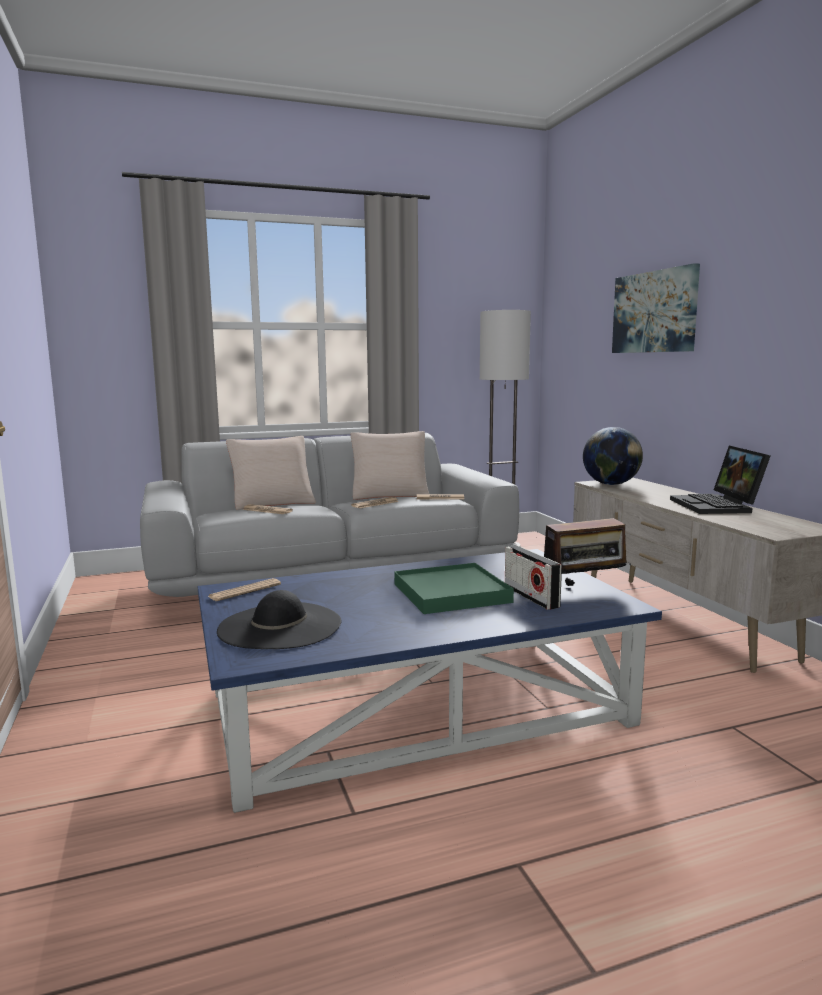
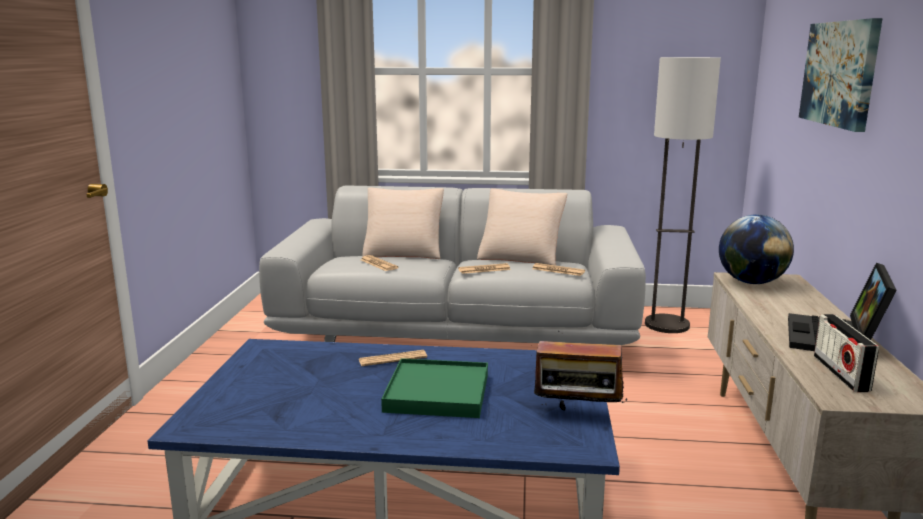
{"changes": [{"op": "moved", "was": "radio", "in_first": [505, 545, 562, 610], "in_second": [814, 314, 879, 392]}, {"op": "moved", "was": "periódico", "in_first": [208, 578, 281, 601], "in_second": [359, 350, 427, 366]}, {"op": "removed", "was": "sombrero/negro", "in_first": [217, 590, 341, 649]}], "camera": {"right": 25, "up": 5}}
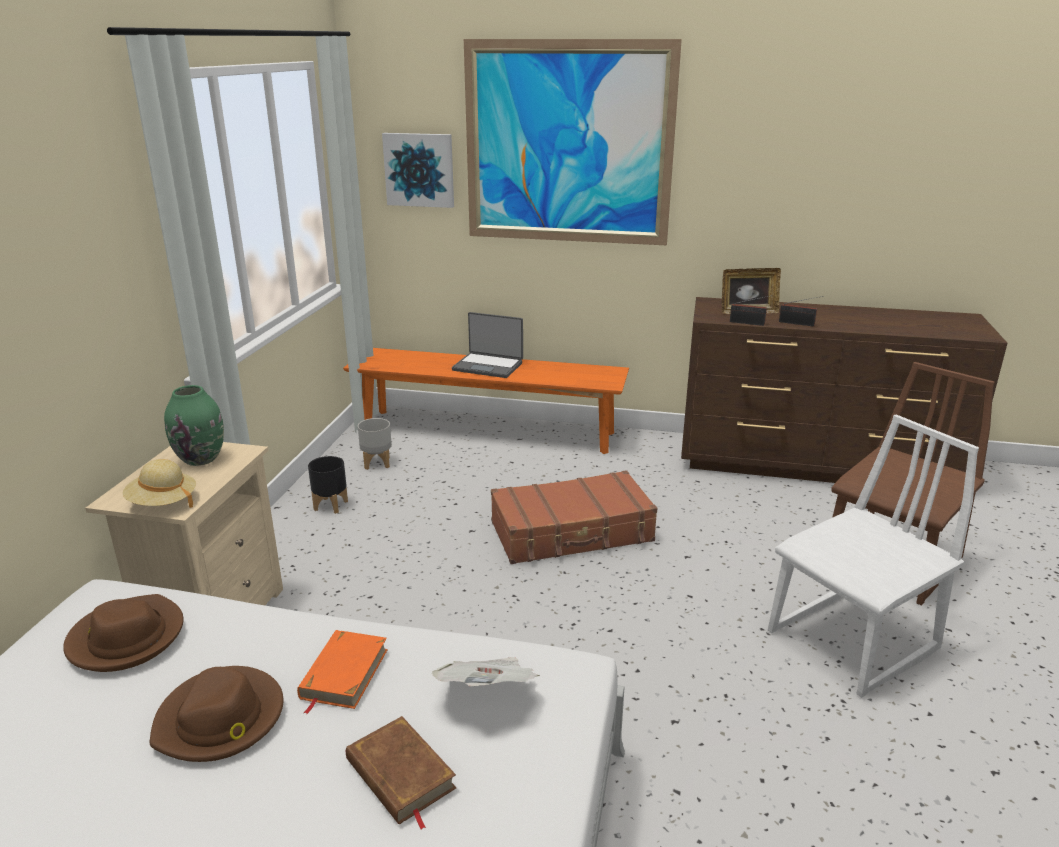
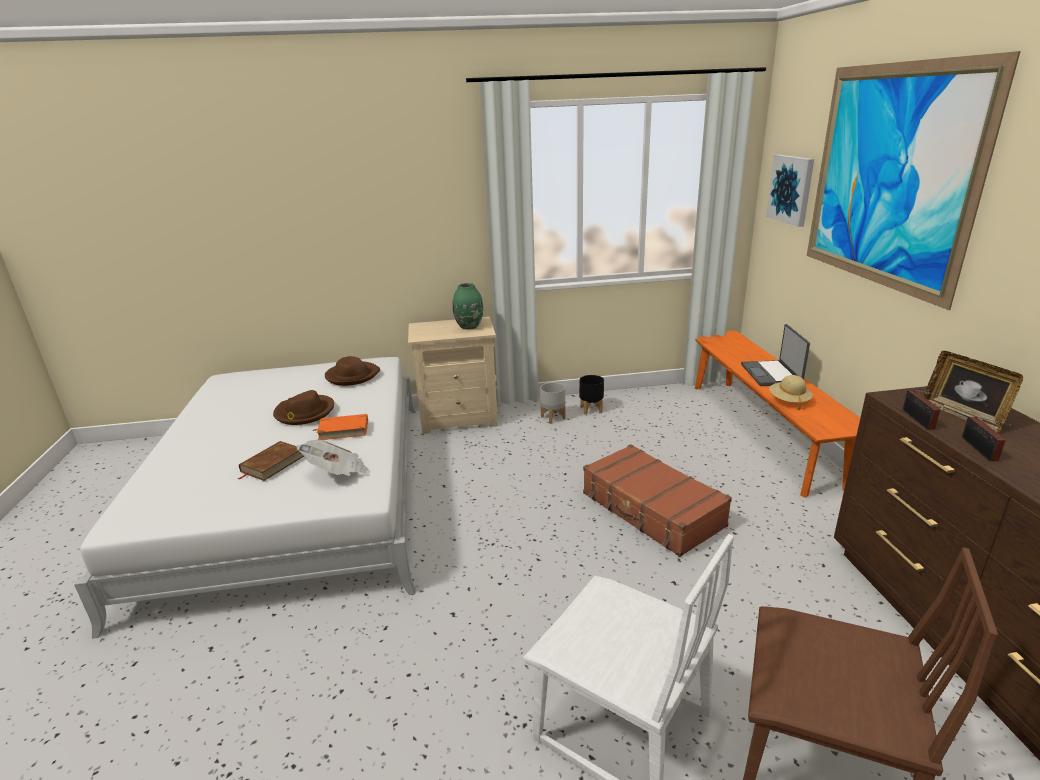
{"changes": [{"op": "moved", "was": "maceta/gris", "in_first": [358, 418, 392, 470], "in_second": [540, 382, 565, 424]}, {"op": "moved", "was": "sombrero/beis", "in_first": [123, 459, 196, 508], "in_second": [769, 375, 813, 410]}], "camera": {"right": 70, "up": 0}}
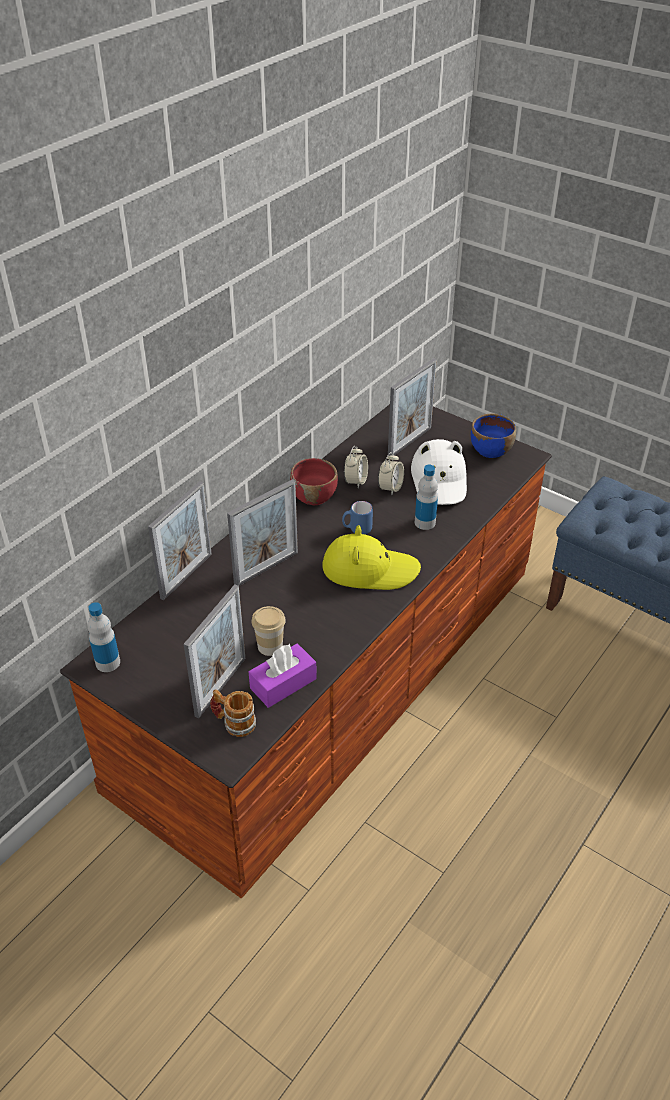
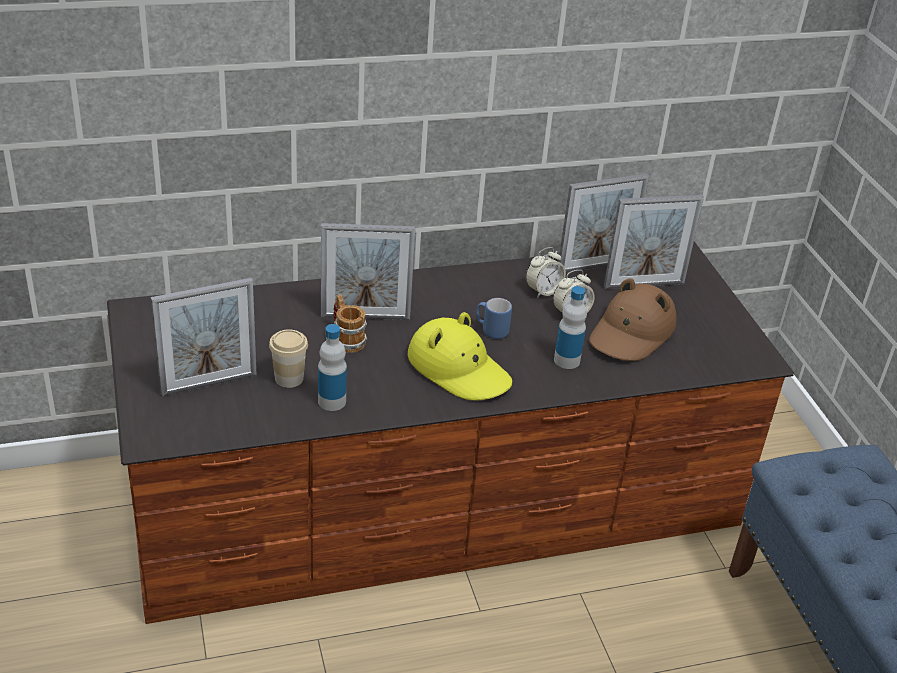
{"changes": [{"op": "removed", "was": "cuenco/azul", "in_first": [471, 413, 516, 458]}, {"op": "recoloured", "was": "sombrero/blanco", "now": "sombrero/marrón", "in_first": [411, 439, 467, 505], "in_second": [589, 278, 676, 361]}, {"op": "removed", "was": "cuenco/rojo", "in_first": [290, 458, 338, 505]}, {"op": "moved", "was": "portarretratos", "in_first": [148, 481, 212, 600], "in_second": [558, 174, 649, 273]}, {"op": "moved", "was": "botella", "in_first": [88, 602, 120, 672], "in_second": [318, 324, 347, 411]}, {"op": "removed", "was": "caja de pañuelos/morado", "in_first": [249, 644, 317, 708]}, {"op": "moved", "was": "taza grande", "in_first": [210, 689, 256, 737], "in_second": [333, 294, 367, 353]}], "camera": {"right": 35, "up": -5}}
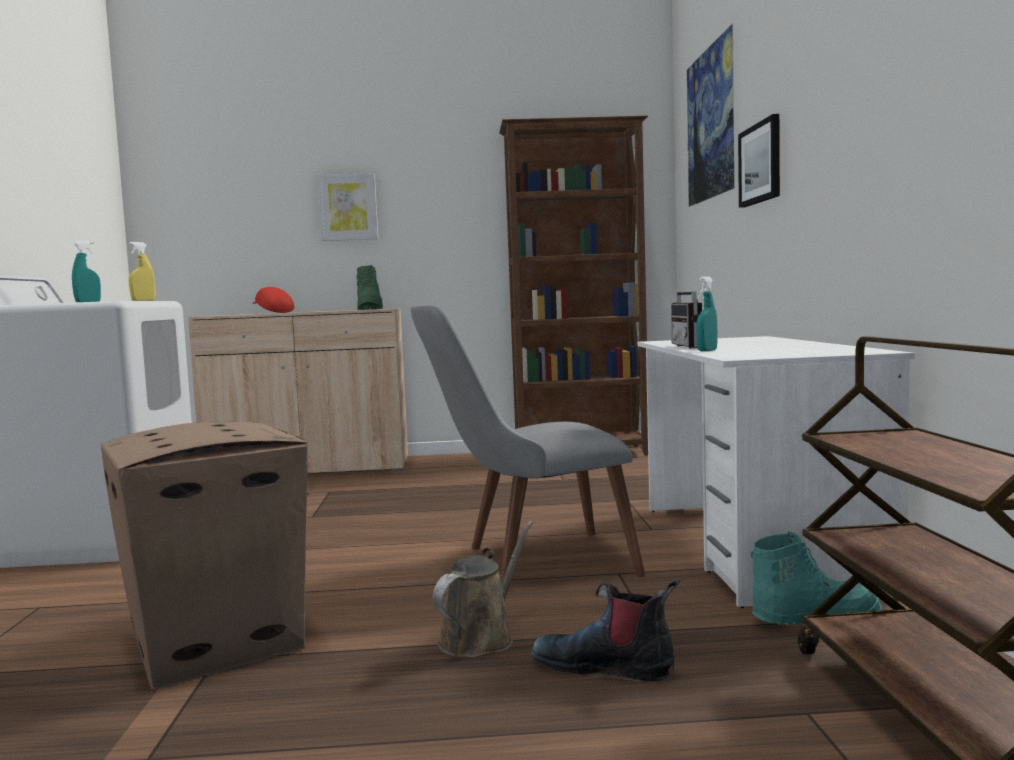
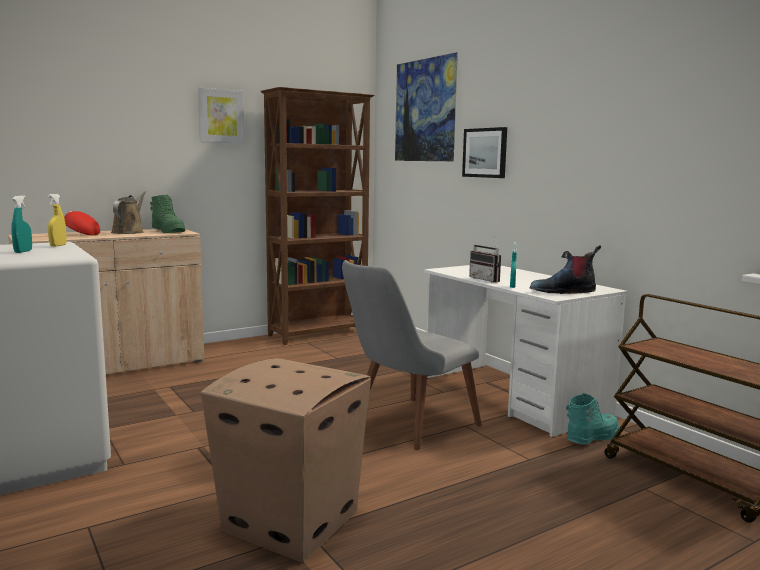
{"changes": [{"op": "moved", "was": "cuadro", "in_first": [317, 173, 378, 241], "in_second": [198, 88, 244, 144]}, {"op": "moved", "was": "regadera/marrón", "in_first": [433, 521, 533, 658], "in_second": [111, 191, 146, 234]}, {"op": "moved", "was": "bota", "in_first": [531, 578, 680, 682], "in_second": [530, 245, 601, 294]}], "camera": {"right": -30, "up": 5}}
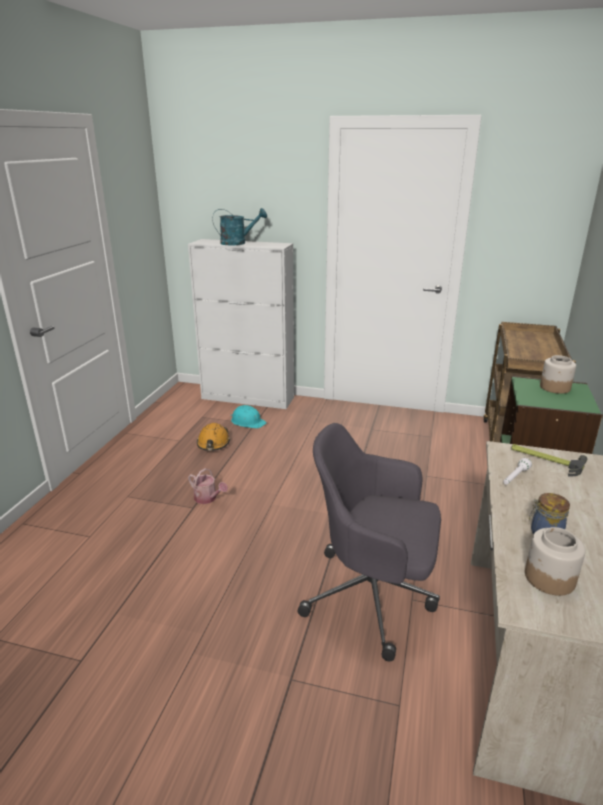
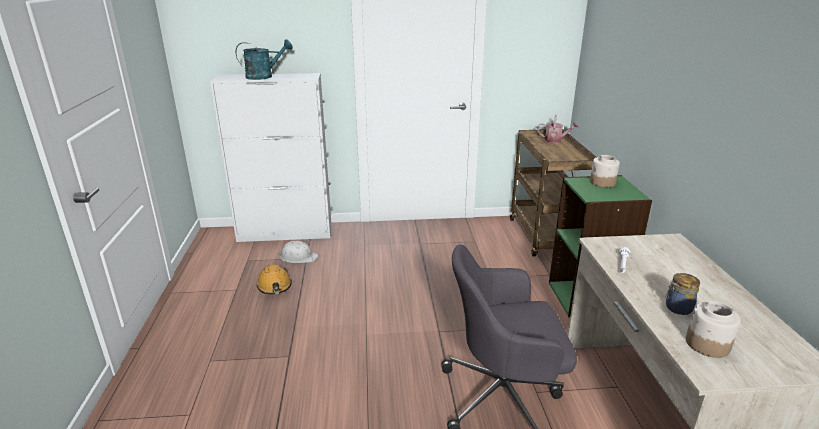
{"changes": [{"op": "recoloured", "was": "casco/turquesa", "now": "casco/blanco", "in_first": [231, 405, 267, 429], "in_second": [278, 241, 318, 263]}, {"op": "removed", "was": "martillo", "in_first": [511, 444, 588, 476]}, {"op": "moved", "was": "regadera", "in_first": [188, 468, 228, 504], "in_second": [537, 115, 579, 143]}], "camera": {"right": -20, "up": 0}}
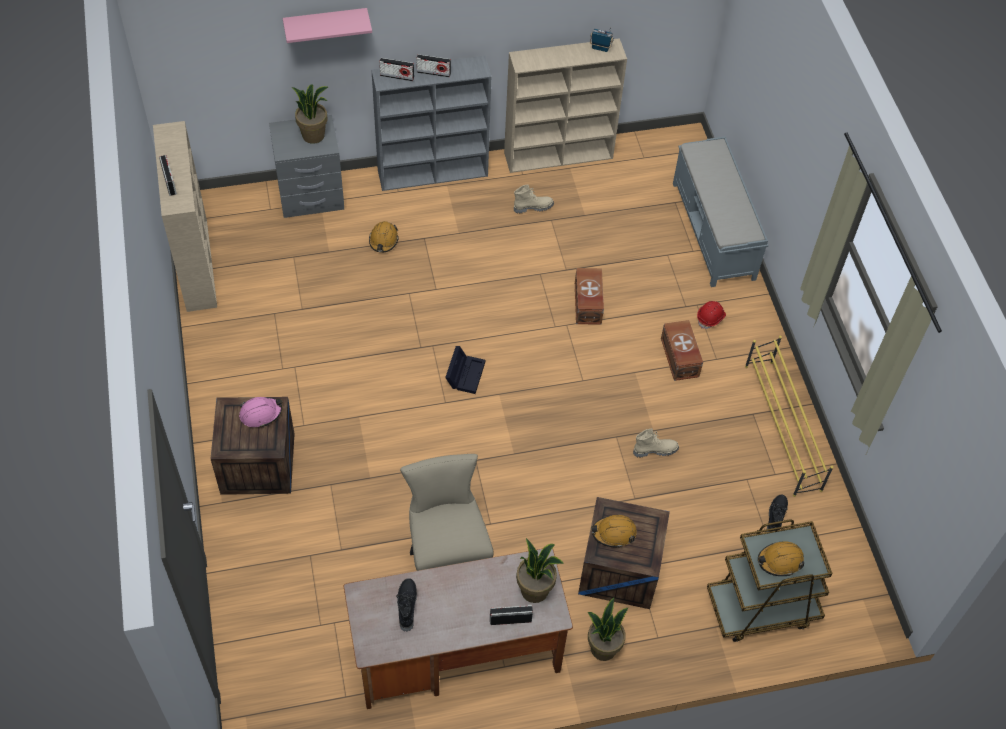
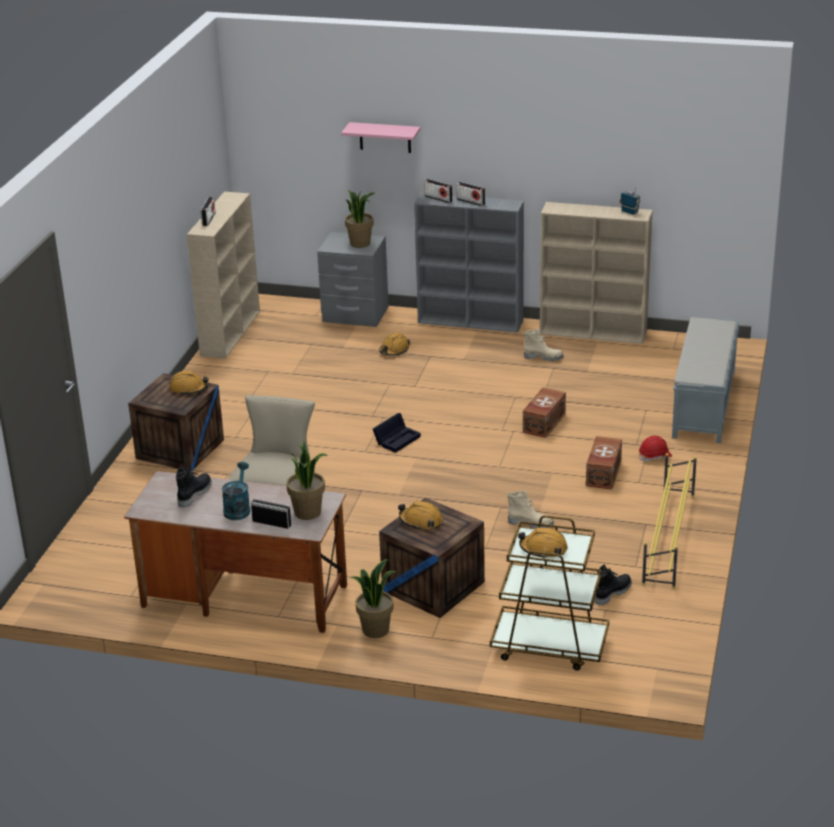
{"changes": [{"op": "recoloured", "was": "casco/rosa", "now": "casco/naranja", "in_first": [239, 397, 282, 427], "in_second": [169, 371, 209, 395]}, {"op": "added", "now": "regadera/turquesa", "in_second": [222, 462, 250, 520]}], "camera": {"right": 30, "up": -25}}
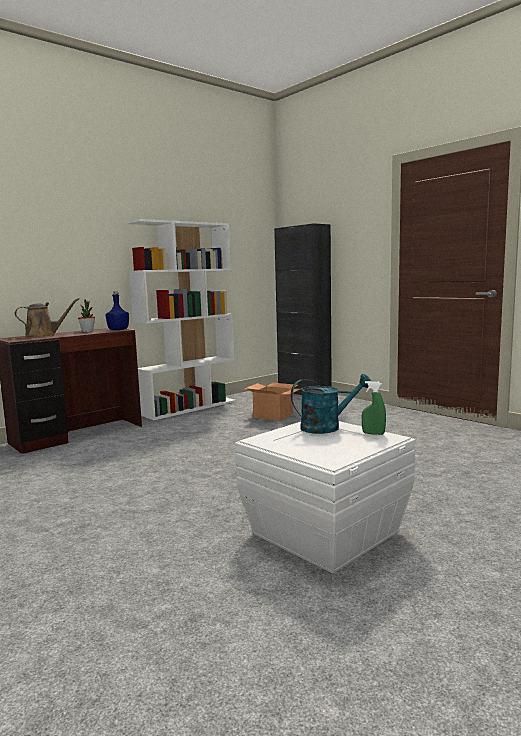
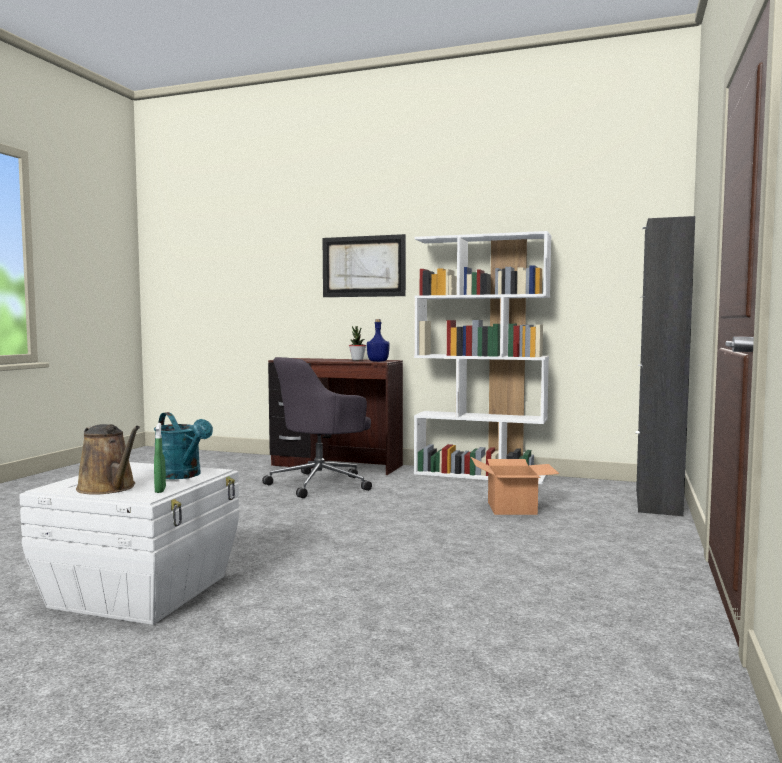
{"changes": [{"op": "moved", "was": "regadera/marrón", "in_first": [15, 298, 79, 337], "in_second": [76, 424, 140, 494]}, {"op": "added", "now": "cuadro", "in_second": [323, 234, 406, 297]}, {"op": "added", "now": "silla de oficina/gris", "in_second": [262, 357, 372, 498]}], "camera": {"right": 60, "up": -5}}
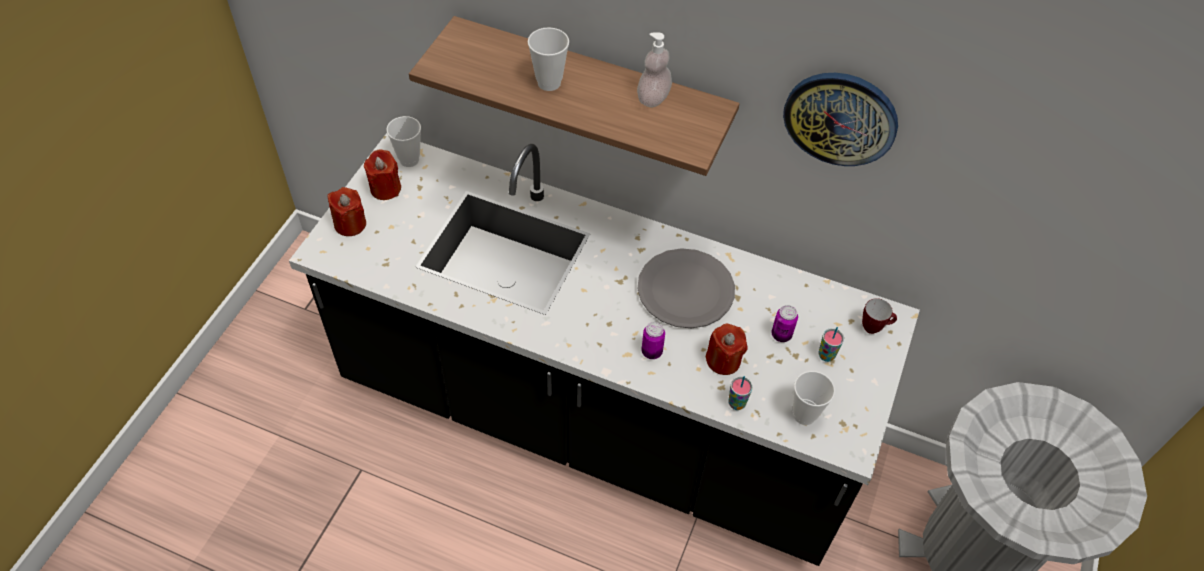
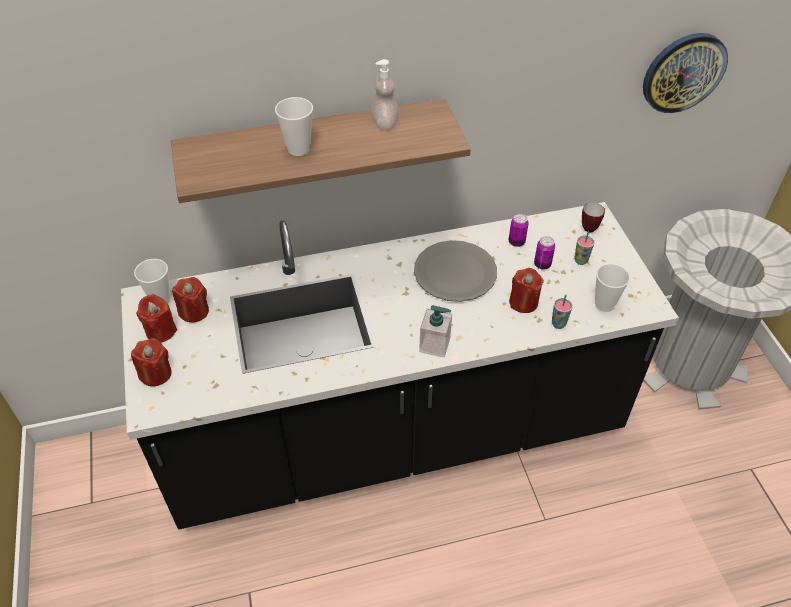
{"changes": [{"op": "moved", "was": "reloj de pared", "in_first": [783, 73, 898, 166], "in_second": [643, 33, 728, 113]}, {"op": "moved", "was": "lata", "in_first": [641, 322, 665, 359], "in_second": [509, 214, 529, 247]}, {"op": "added", "now": "vela/rojo", "in_second": [172, 277, 209, 322]}, {"op": "added", "now": "dispensador de jabón", "in_second": [419, 305, 452, 358]}], "camera": {"right": -35, "up": -5}}
